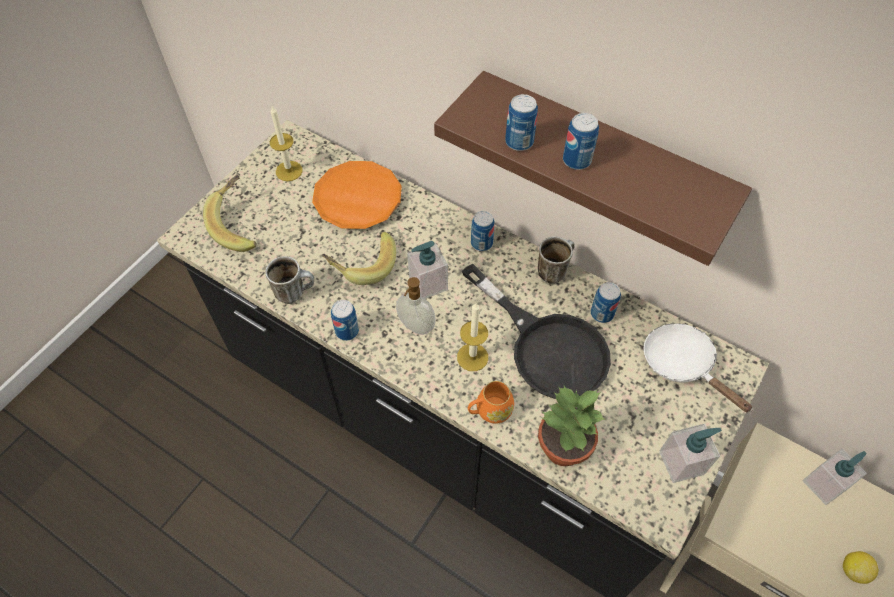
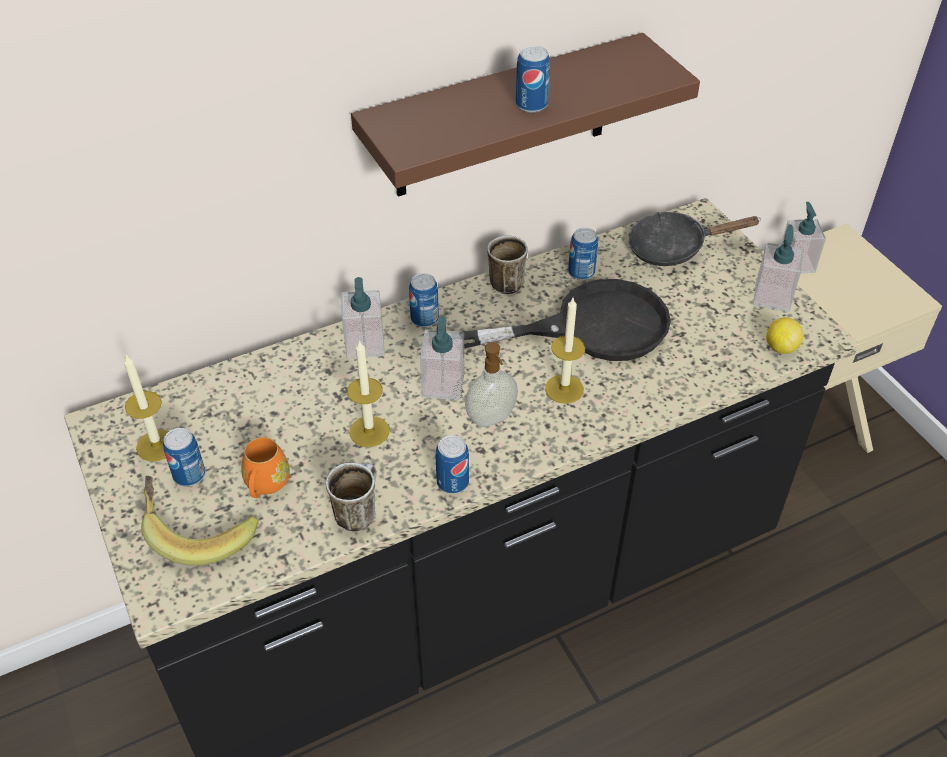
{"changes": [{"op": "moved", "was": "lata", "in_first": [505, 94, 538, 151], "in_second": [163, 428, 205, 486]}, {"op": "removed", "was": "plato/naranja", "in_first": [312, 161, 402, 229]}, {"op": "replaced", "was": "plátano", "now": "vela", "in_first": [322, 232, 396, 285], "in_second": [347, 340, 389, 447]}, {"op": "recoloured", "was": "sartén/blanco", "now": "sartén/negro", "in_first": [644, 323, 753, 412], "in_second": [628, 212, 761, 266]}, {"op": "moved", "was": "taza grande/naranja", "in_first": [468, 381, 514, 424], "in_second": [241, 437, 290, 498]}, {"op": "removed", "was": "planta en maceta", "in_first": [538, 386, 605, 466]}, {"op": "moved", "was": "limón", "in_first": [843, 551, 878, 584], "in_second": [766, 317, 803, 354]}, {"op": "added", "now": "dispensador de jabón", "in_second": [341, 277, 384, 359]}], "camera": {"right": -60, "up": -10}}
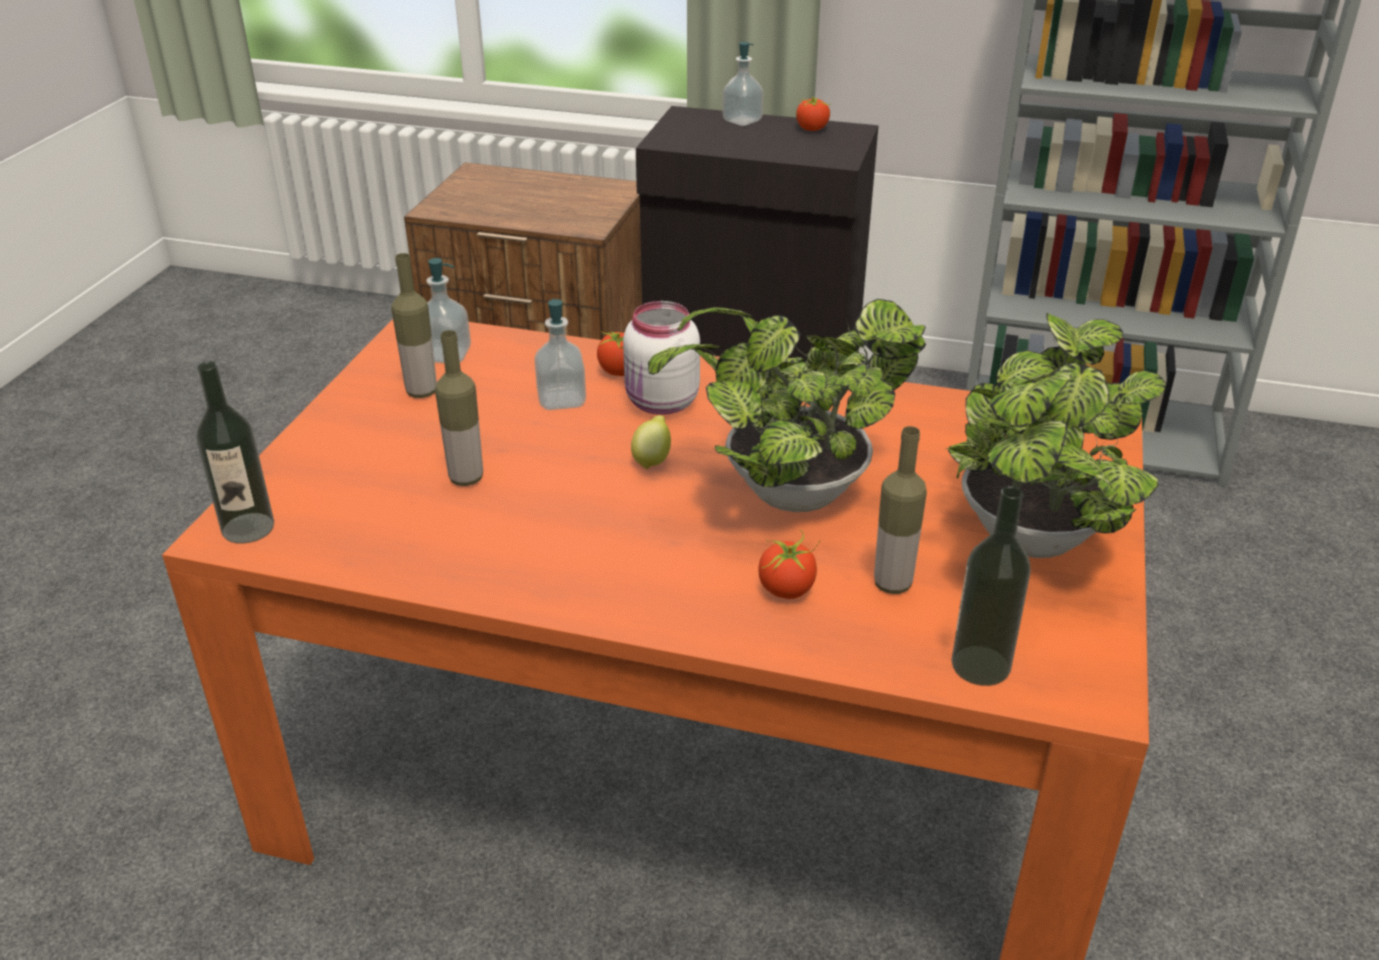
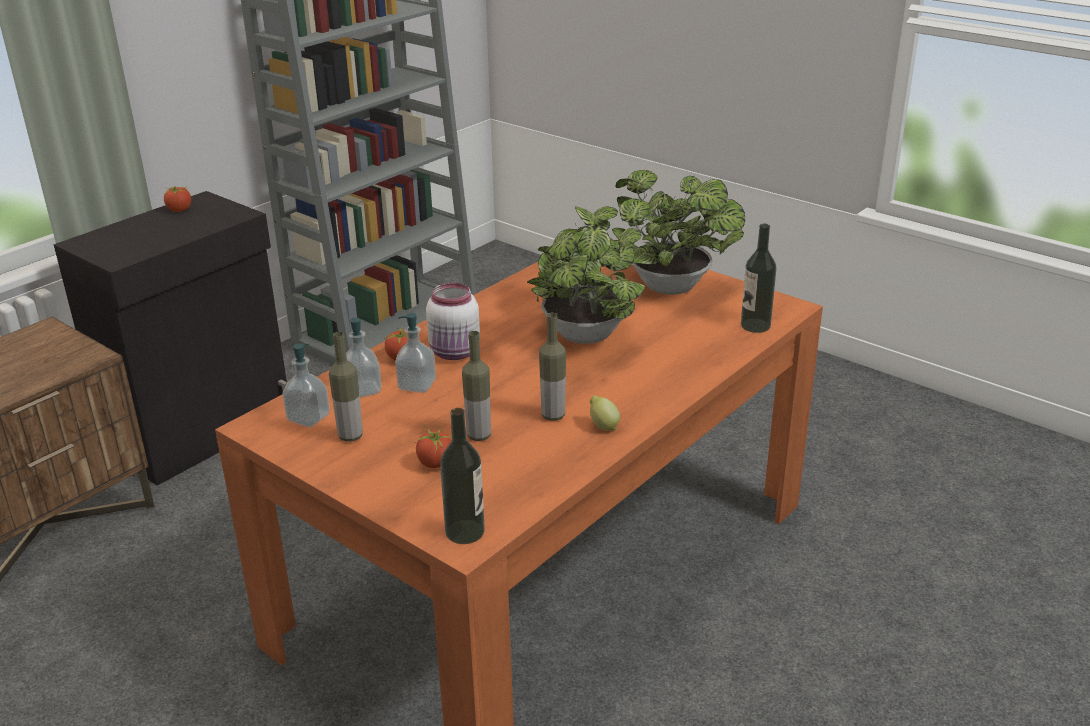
{"changes": [{"op": "moved", "was": "dispensador de jabón", "in_first": [722, 42, 763, 126], "in_second": [346, 318, 382, 398]}, {"op": "moved", "was": "limón", "in_first": [631, 415, 671, 469], "in_second": [590, 395, 620, 431]}, {"op": "moved", "was": "botella", "in_first": [874, 426, 927, 594], "in_second": [539, 313, 566, 421]}, {"op": "moved", "was": "tomate", "in_first": [758, 530, 820, 599], "in_second": [416, 423, 452, 468]}], "camera": {"right": -65, "up": -5}}
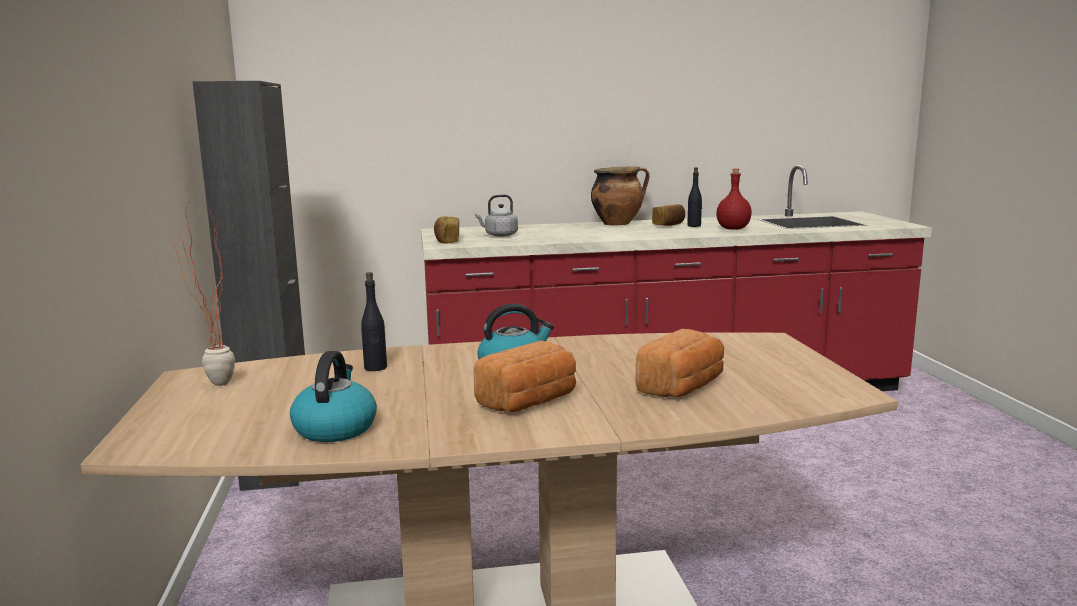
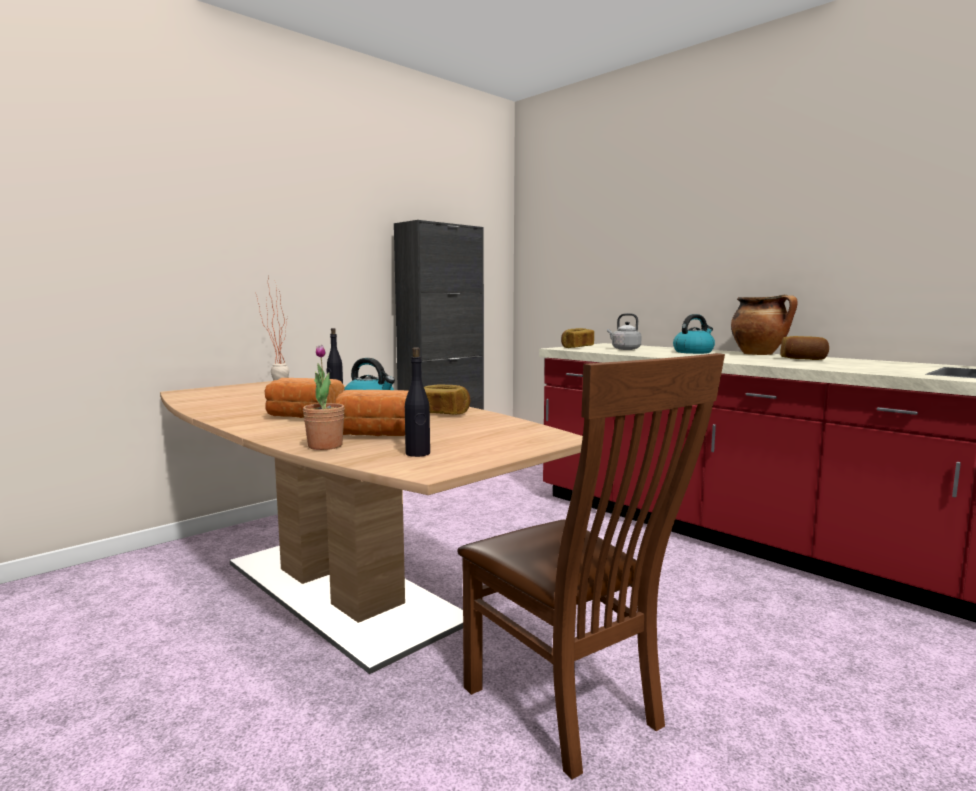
{"changes": [{"op": "moved", "was": "botella/negro", "in_first": [687, 167, 702, 227], "in_second": [405, 347, 430, 457]}, {"op": "removed", "was": "botella/rojo", "in_first": [716, 169, 752, 230]}, {"op": "moved", "was": "hervidor", "in_first": [290, 351, 377, 442], "in_second": [673, 314, 715, 354]}, {"op": "added", "now": "planta en maceta", "in_second": [303, 345, 345, 450]}, {"op": "added", "now": "silla/marrón", "in_second": [457, 353, 725, 780]}, {"op": "added", "now": "pan", "in_second": [424, 384, 470, 414]}], "camera": {"right": 55, "up": -5}}
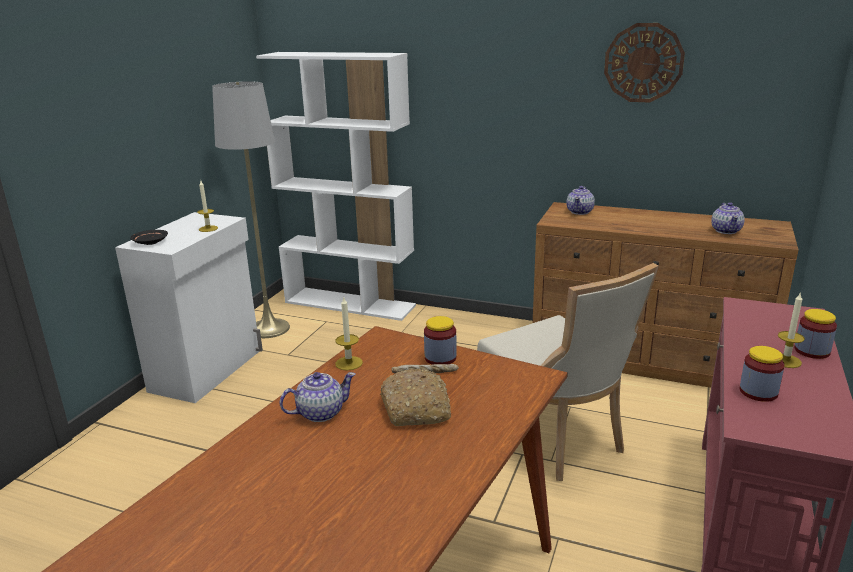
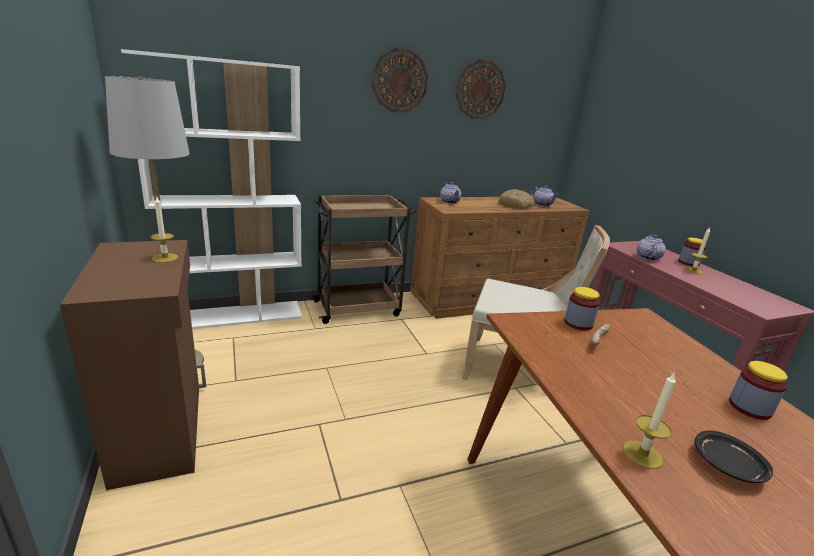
{"changes": [{"op": "recoloured", "was": "armario/blanco", "now": "armario/marrón", "in_first": [115, 212, 263, 403], "in_second": [60, 240, 206, 490]}, {"op": "moved", "was": "plato/negro", "in_first": [130, 230, 168, 245], "in_second": [695, 431, 773, 483]}, {"op": "moved", "was": "vela", "in_first": [335, 296, 363, 371], "in_second": [623, 372, 676, 469]}, {"op": "moved", "was": "tarro", "in_first": [740, 346, 784, 402], "in_second": [729, 361, 788, 420]}, {"op": "moved", "was": "pan", "in_first": [380, 368, 451, 426], "in_second": [499, 189, 534, 209]}, {"op": "moved", "was": "tetera", "in_first": [279, 372, 356, 422], "in_second": [637, 235, 666, 261]}, {"op": "added", "now": "reloj de pared", "in_second": [372, 48, 428, 113]}, {"op": "added", "now": "carrito/marrón", "in_second": [310, 195, 416, 324]}], "camera": {"right": -45, "up": 0}}
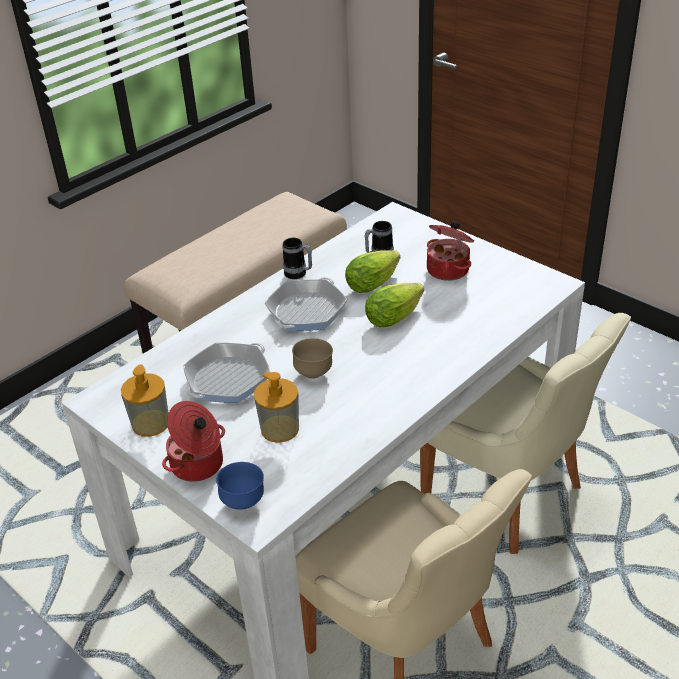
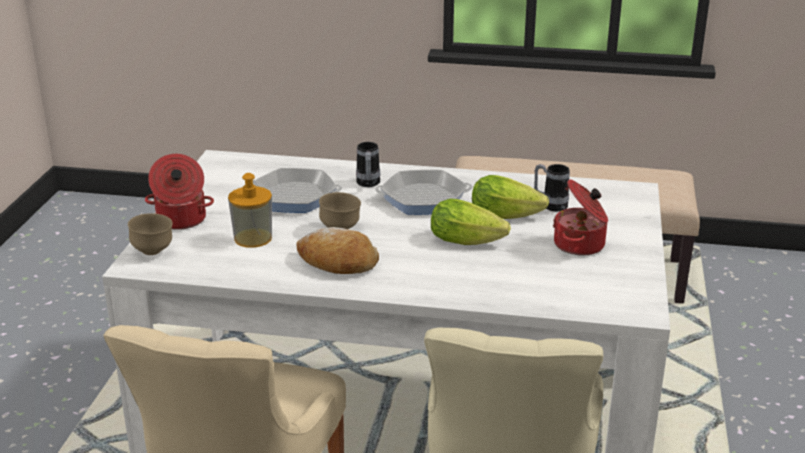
{"changes": [{"op": "moved", "was": "taza grande", "in_first": [283, 238, 312, 279], "in_second": [356, 142, 380, 187]}, {"op": "removed", "was": "dispensador de jabón", "in_first": [121, 364, 168, 437]}, {"op": "recoloured", "was": "cuenco/azul", "now": "cuenco/marrón", "in_first": [216, 462, 264, 510], "in_second": [128, 213, 173, 255]}, {"op": "added", "now": "pan", "in_second": [297, 227, 379, 274]}], "camera": {"right": 55, "up": -10}}
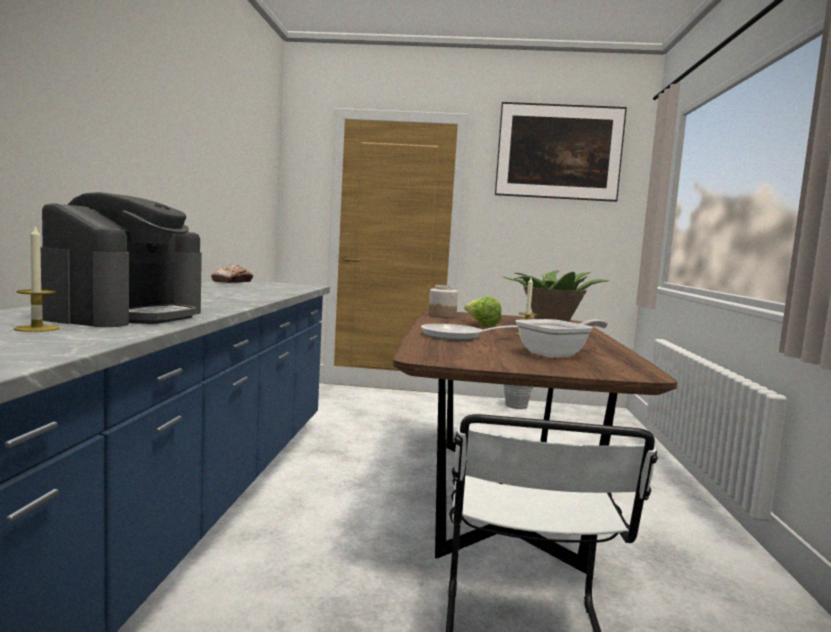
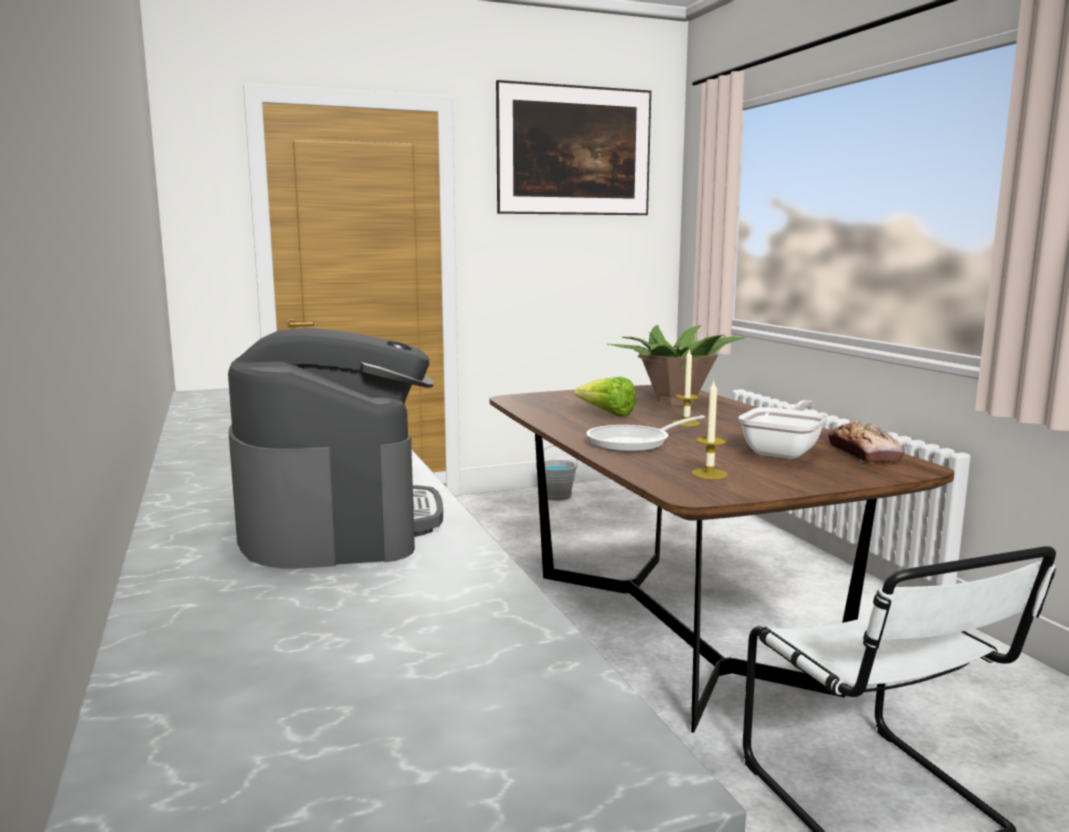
{"changes": [{"op": "moved", "was": "vela", "in_first": [14, 224, 59, 332], "in_second": [691, 381, 728, 479]}, {"op": "moved", "was": "pan", "in_first": [211, 265, 253, 283], "in_second": [828, 420, 905, 463]}, {"op": "removed", "was": "tarro", "in_first": [429, 285, 458, 318]}], "camera": {"right": -25, "up": 5}}
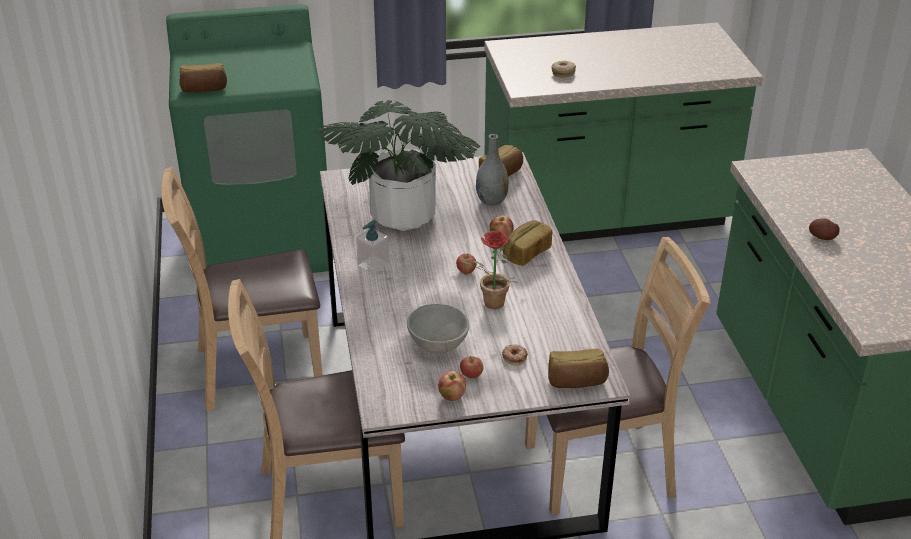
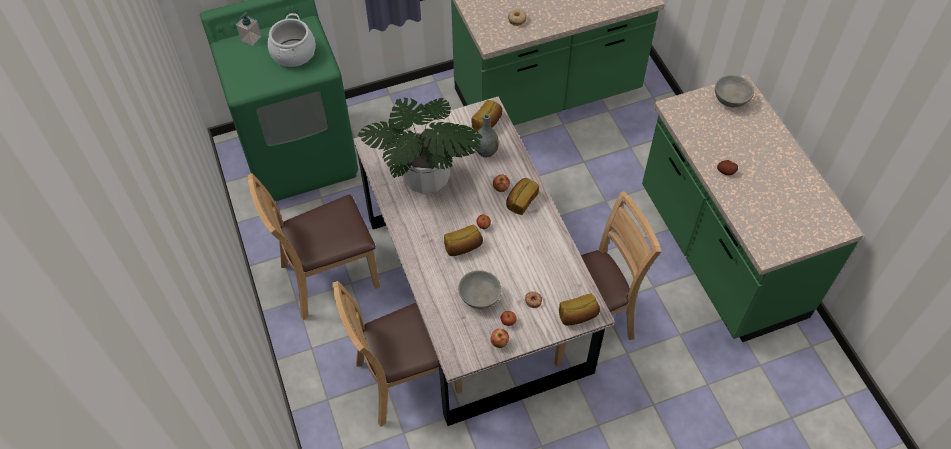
{"changes": [{"op": "moved", "was": "pan", "in_first": [179, 63, 227, 93], "in_second": [444, 224, 483, 256]}, {"op": "moved", "was": "dispensador de jabón", "in_first": [356, 220, 389, 274], "in_second": [236, 12, 261, 46]}, {"op": "removed", "was": "planta en maceta", "in_first": [461, 231, 519, 309]}, {"op": "added", "now": "olla", "in_second": [268, 13, 316, 67]}, {"op": "added", "now": "cuenco/gris", "in_second": [715, 75, 754, 107]}], "camera": {"right": -10, "up": 20}}
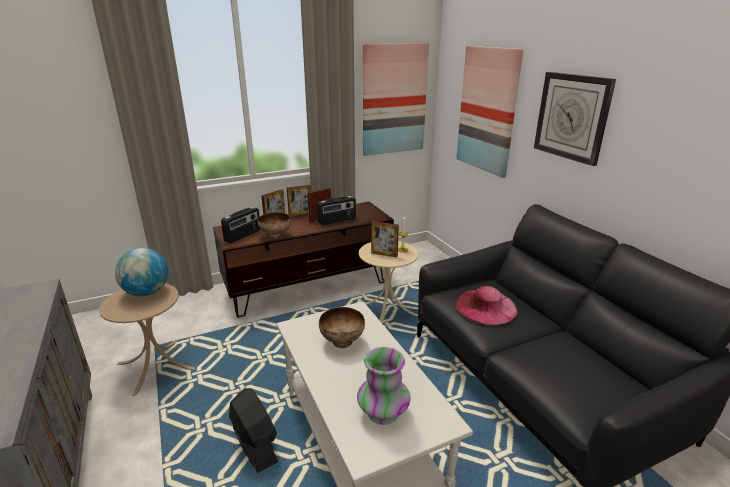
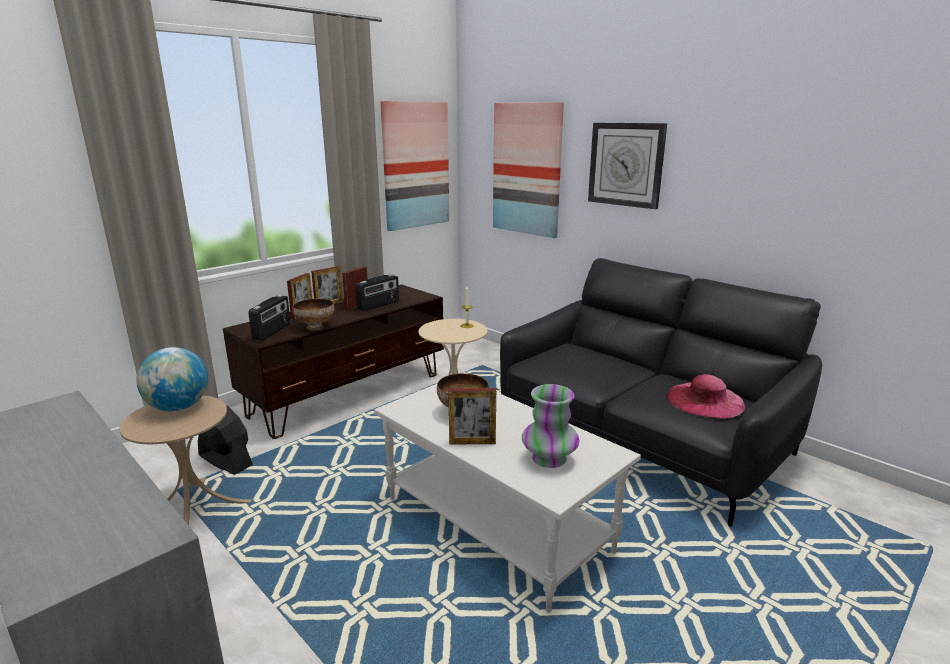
{"changes": [{"op": "moved", "was": "portarretratos", "in_first": [371, 221, 399, 257], "in_second": [448, 388, 496, 445]}, {"op": "moved", "was": "sombrero/rosa", "in_first": [455, 286, 518, 325], "in_second": [667, 374, 745, 419]}, {"op": "moved", "was": "ventilador/negro", "in_first": [229, 388, 278, 473], "in_second": [198, 405, 253, 475]}], "camera": {"right": -20, "up": -5}}
